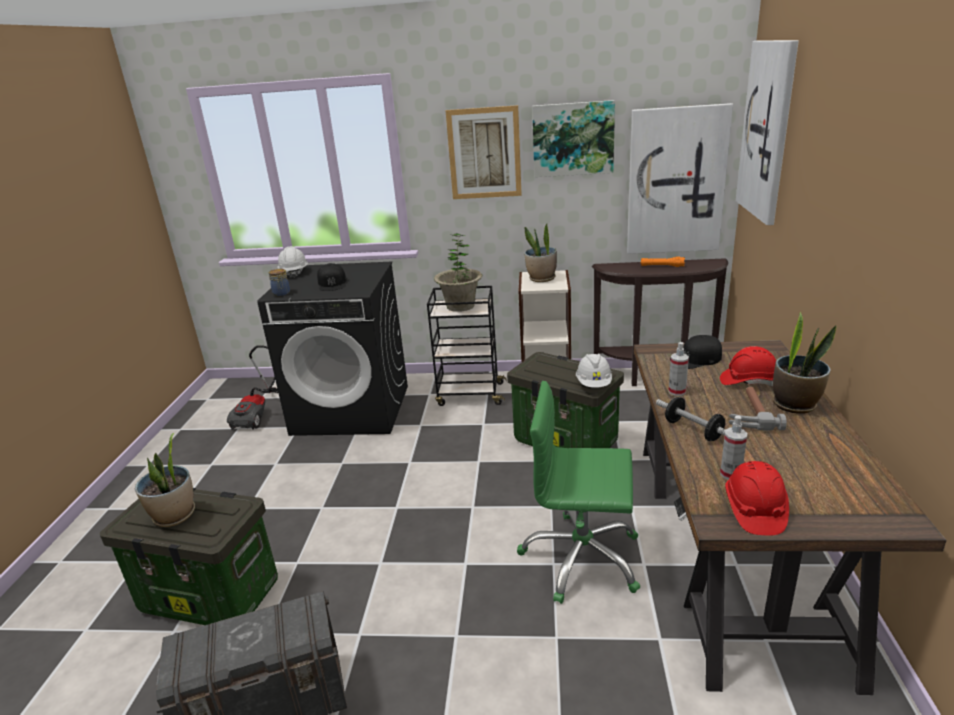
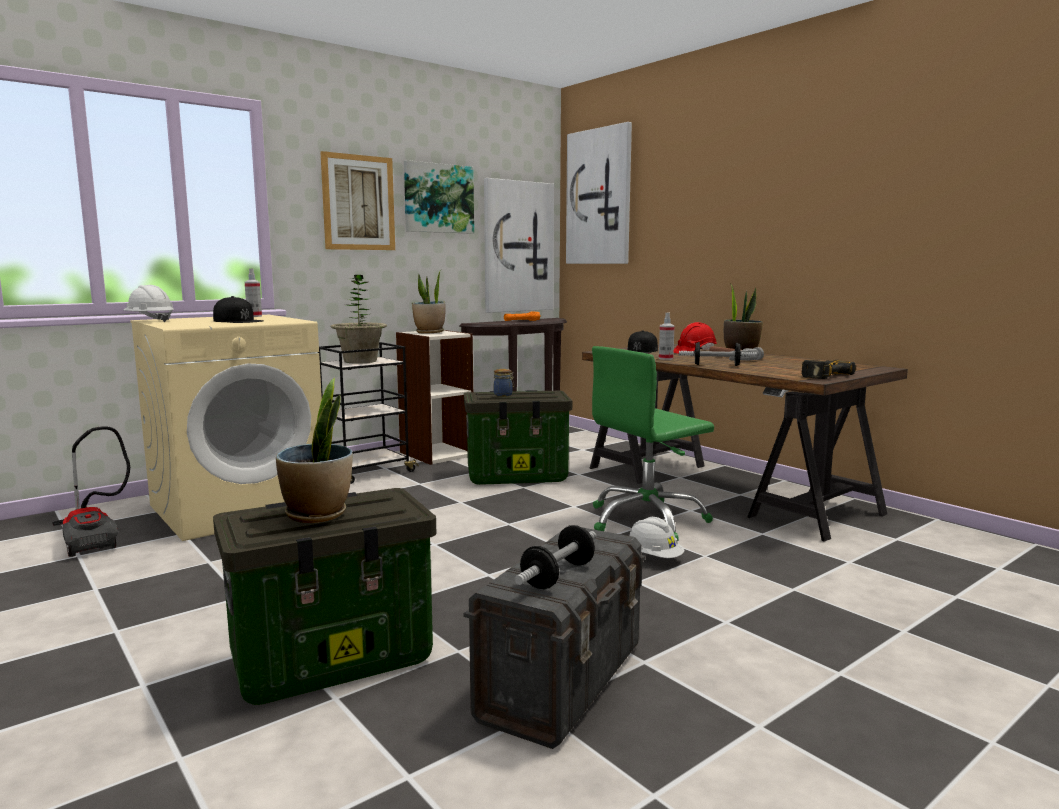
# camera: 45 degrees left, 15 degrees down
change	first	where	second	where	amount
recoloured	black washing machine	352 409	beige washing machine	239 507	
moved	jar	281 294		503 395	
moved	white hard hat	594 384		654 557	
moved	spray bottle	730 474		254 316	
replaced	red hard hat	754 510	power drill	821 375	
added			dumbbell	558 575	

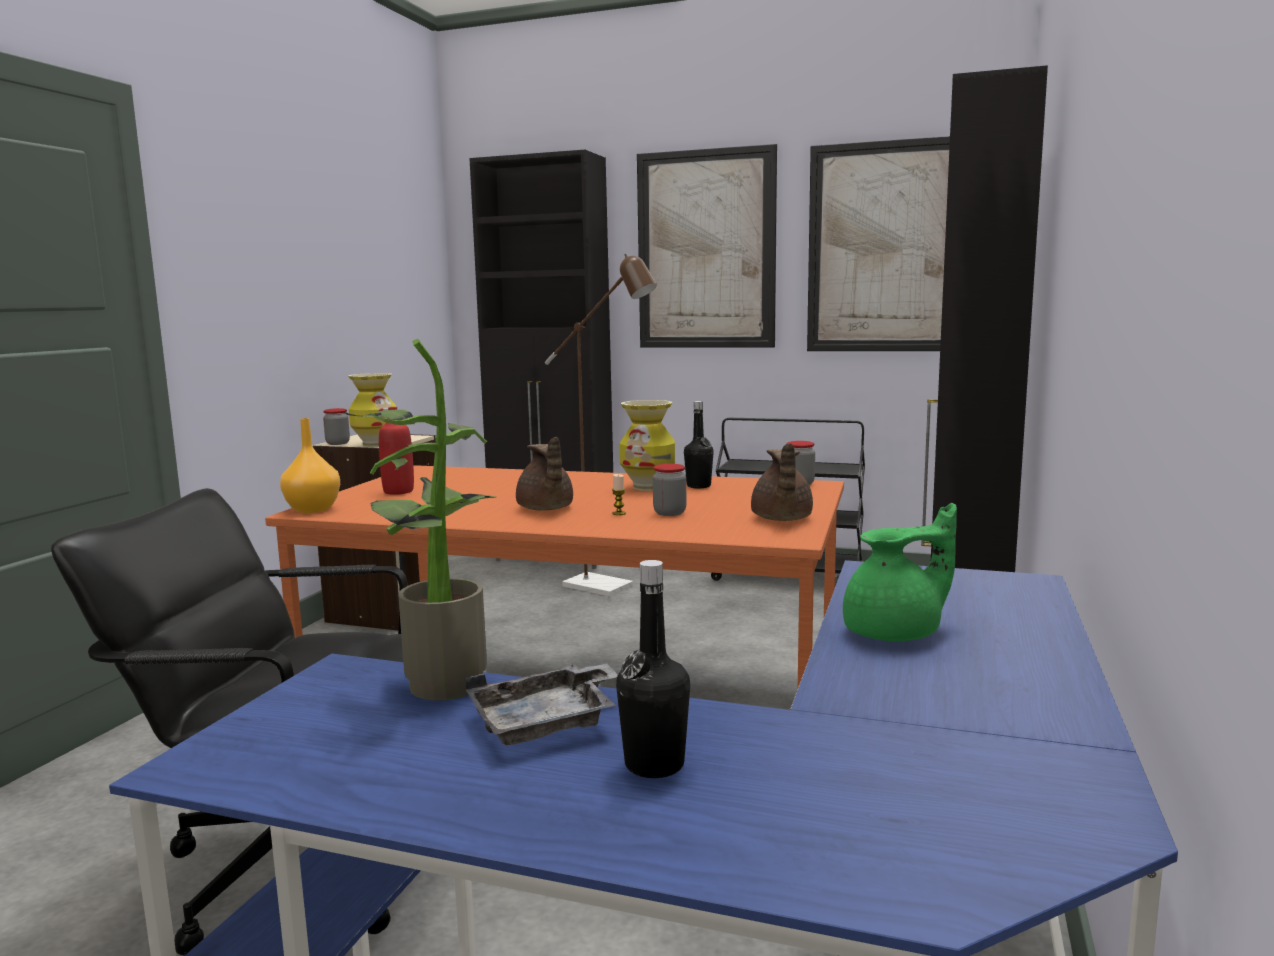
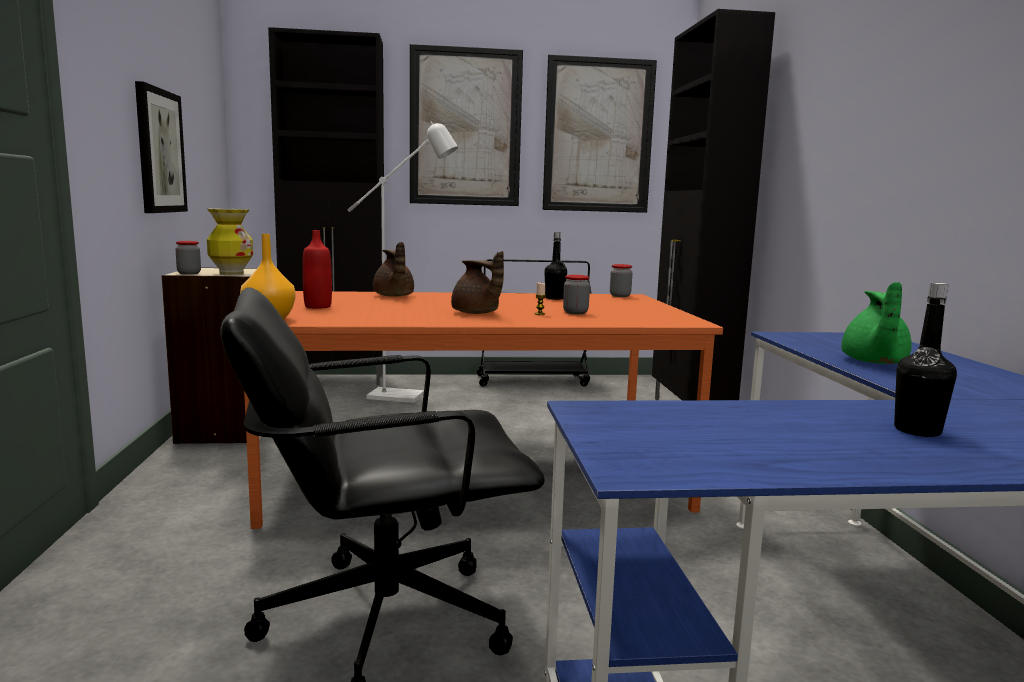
# camera: 25 degrees left, 0 degrees up
change	first	where	second	where	amount
removed	potted plant	438 681			
removed	grey tray	546 723			
recoloured	brown floor lamp	608 588	white floor lamp	405 397	
removed	vase	648 487			
moved	brown teapot	781 519		393 296	
turned	green teapot	896 633		873 362	150 degrees clockwise
added			picture	159 151	

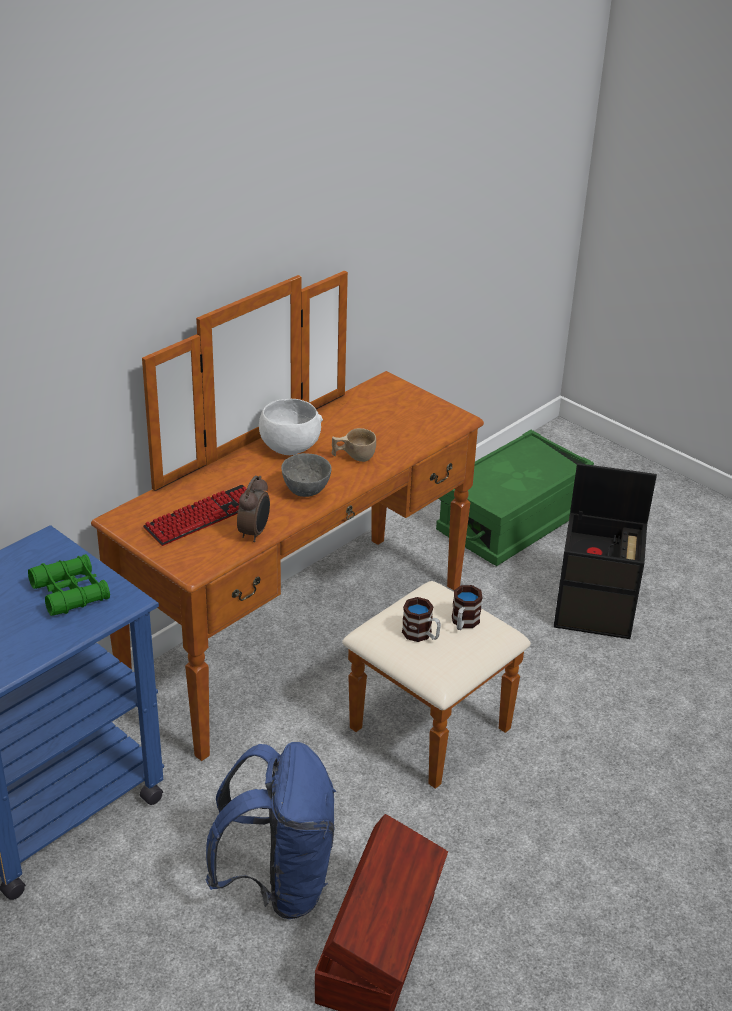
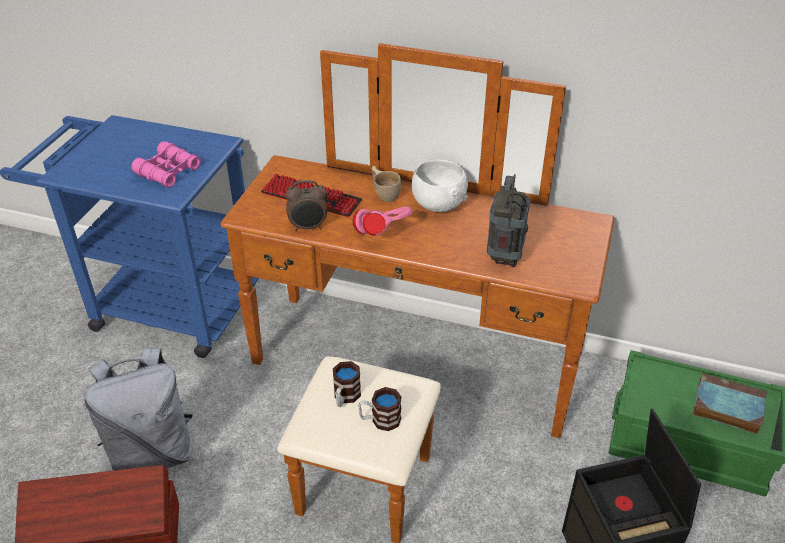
# camera: 65 degrees right, 5 degrees up
change	first	where	second	where	amount
recoloured	green binoculars	70 593	pink binoculars	168 171	
recoloured	blue backpack	278 883	grey backpack	153 453	
replaced	grey bowl	307 492	pink headphones	384 234	
moved	beige cup	353 456		384 193	
added			radio	504 257	
added			book	726 407	

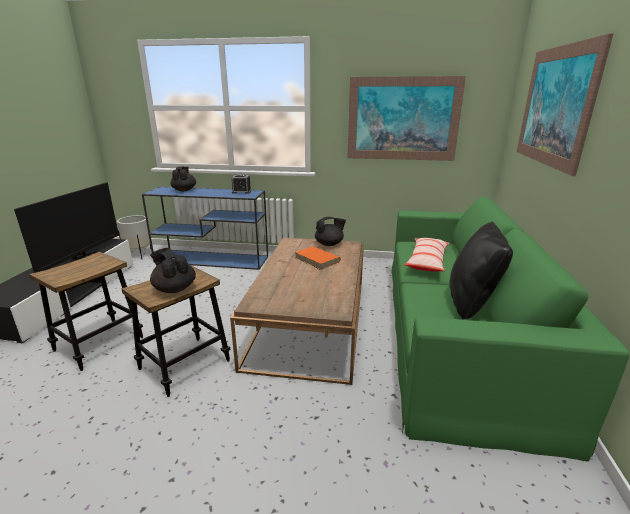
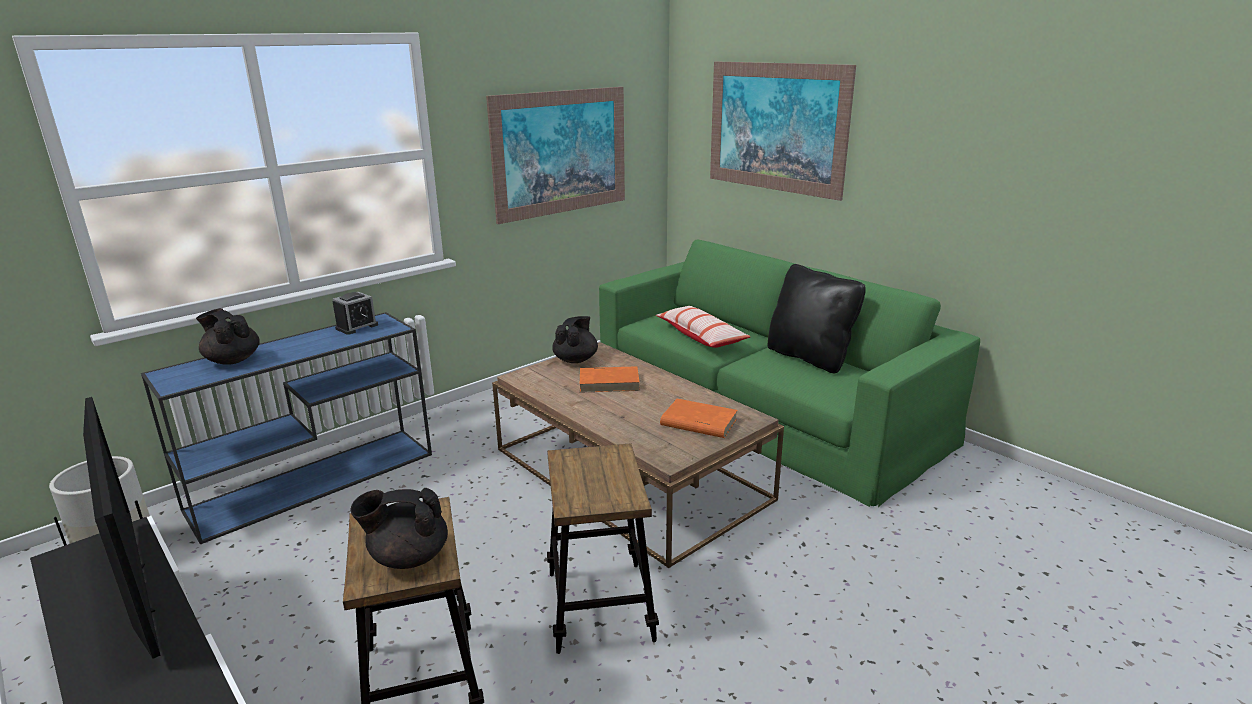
# camera: 50 degrees left, 0 degrees up
change	first	where	second	where	amount
moved	black teapot	174 289		408 557	
added			orange book	698 422	

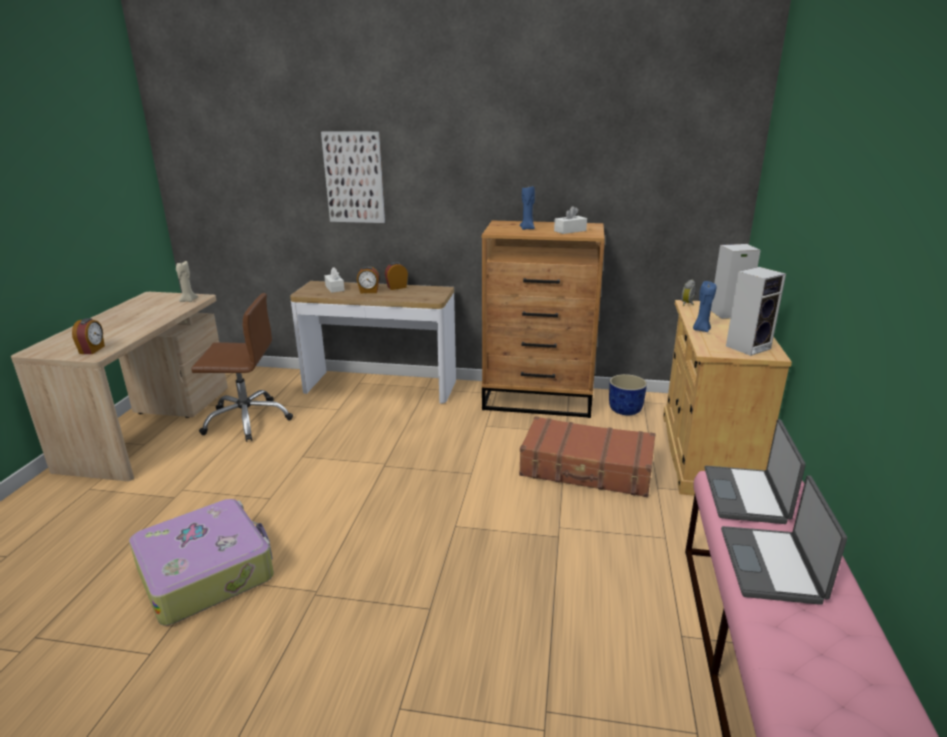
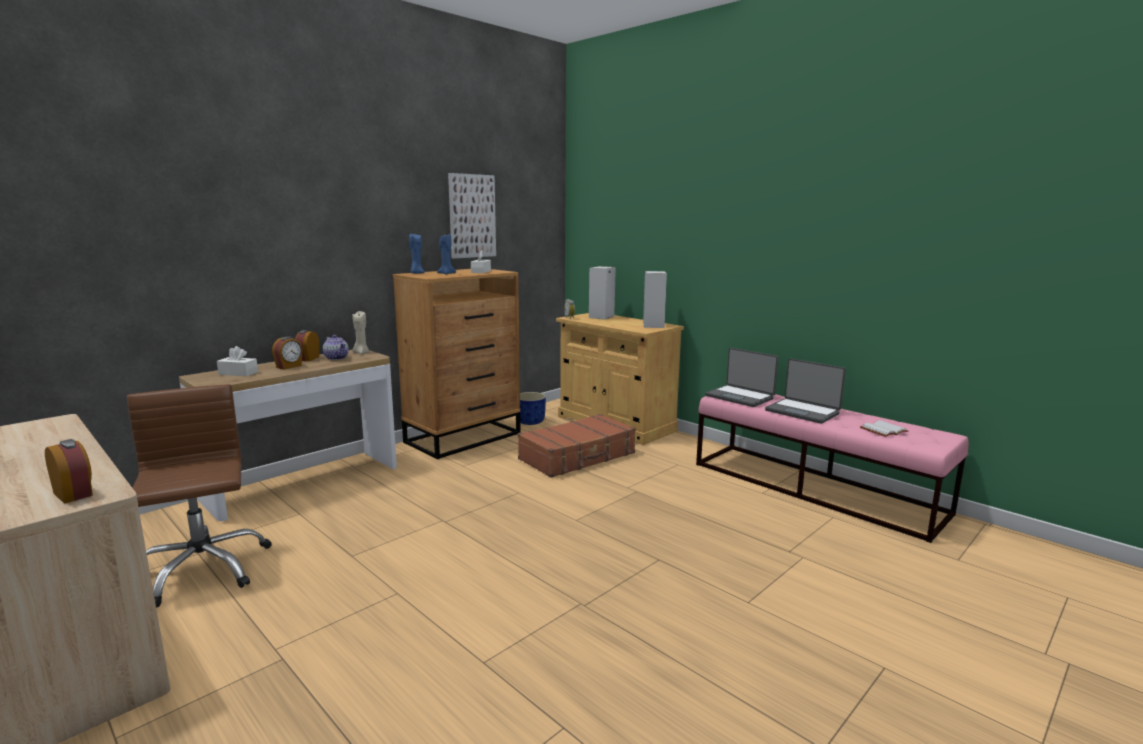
# camera: 55 degrees left, 10 degrees down
change	first	where	second	where	amount
removed	suitcase	207 571			
moved	beige candle	188 300		361 353	
turned	brown office chair	247 420		202 569	60 degrees counterclockwise
moved	picture	354 177		472 216	
moved	blue candle	701 329		416 273	
added			teapot	337 358	
added			white book	884 431	

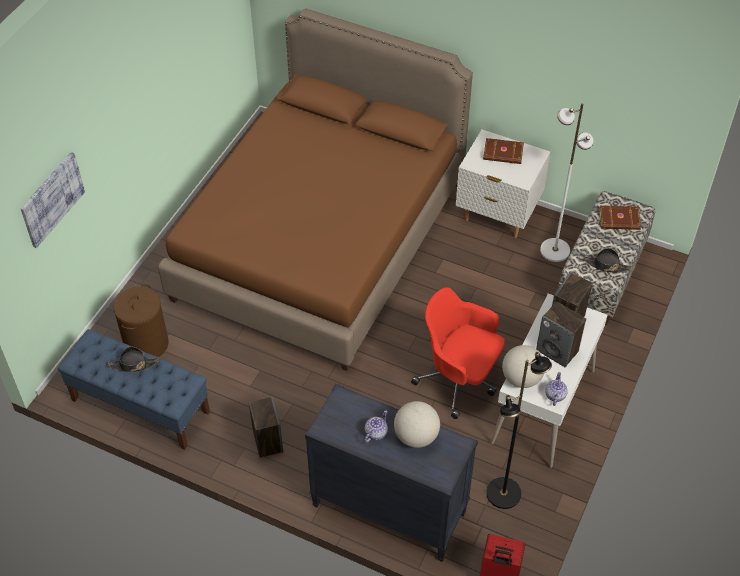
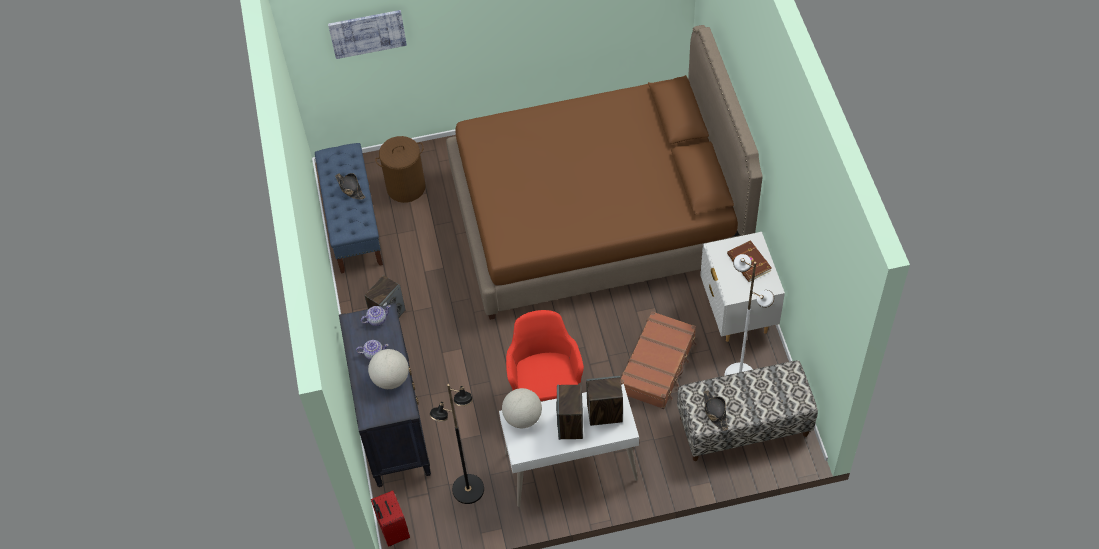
# camera: 55 degrees right, 5 degrees up
change	first	where	second	where	amount
moved	teapot	555 395		376 319	
removed	brown book	619 220			
added			brown suitcase	658 365	

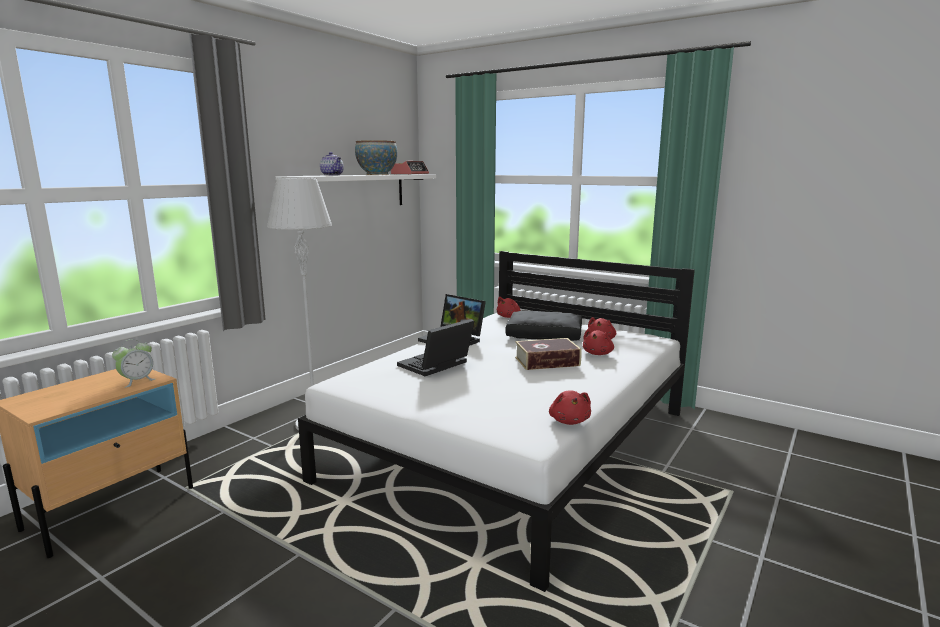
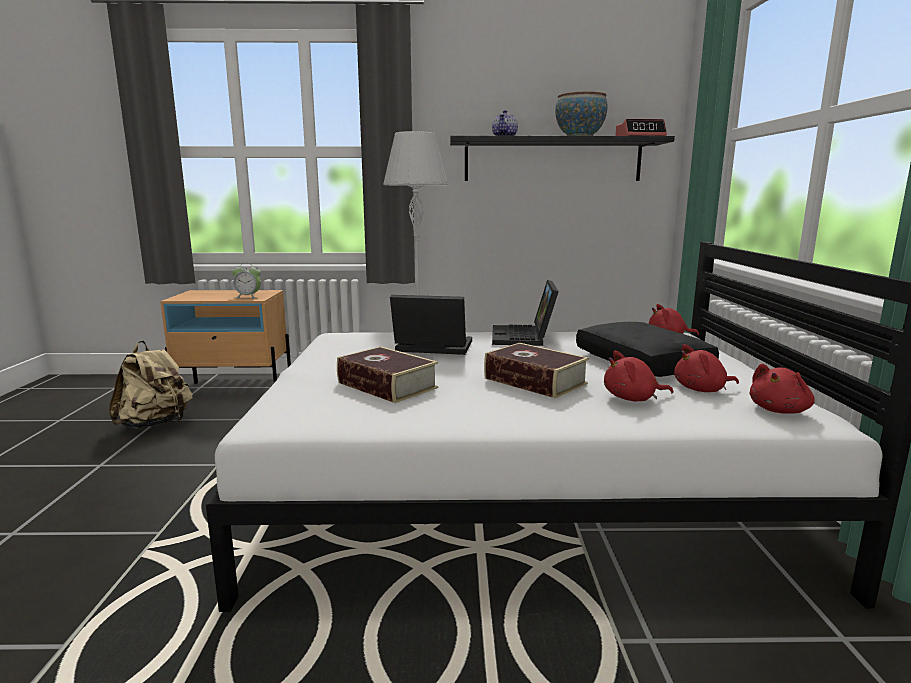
# camera: 55 degrees right, 0 degrees up
change	first	where	second	where	amount
recoloured	white shelf	350 192	black shelf	552 160	
moved	red plush toy	569 421		779 410	
added			beige backpack	156 424	
added			book	387 385	

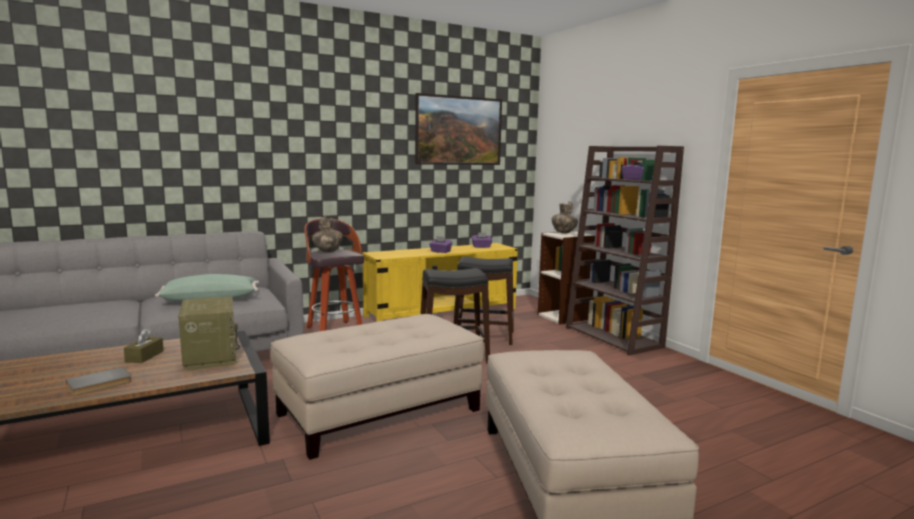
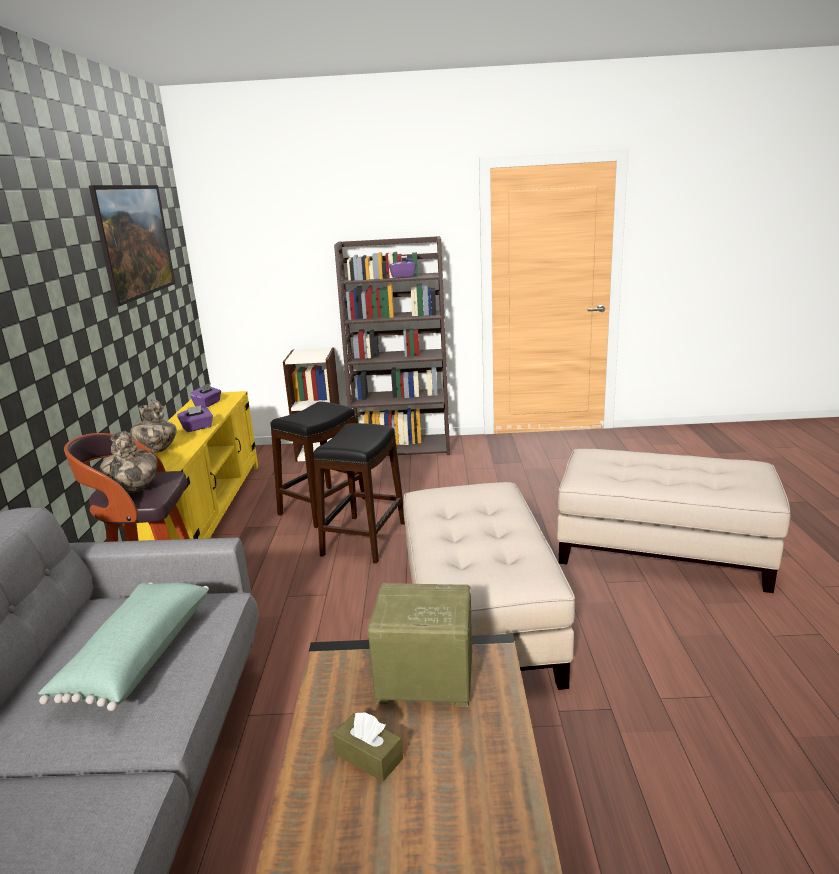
# camera: 60 degrees left, 10 degrees up
change	first	where	second	where	amount
removed	grey book	100 384			
moved	vase	563 233		157 450	

